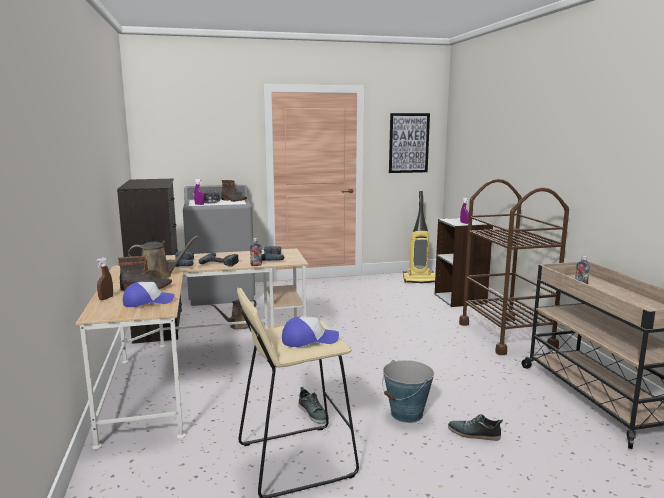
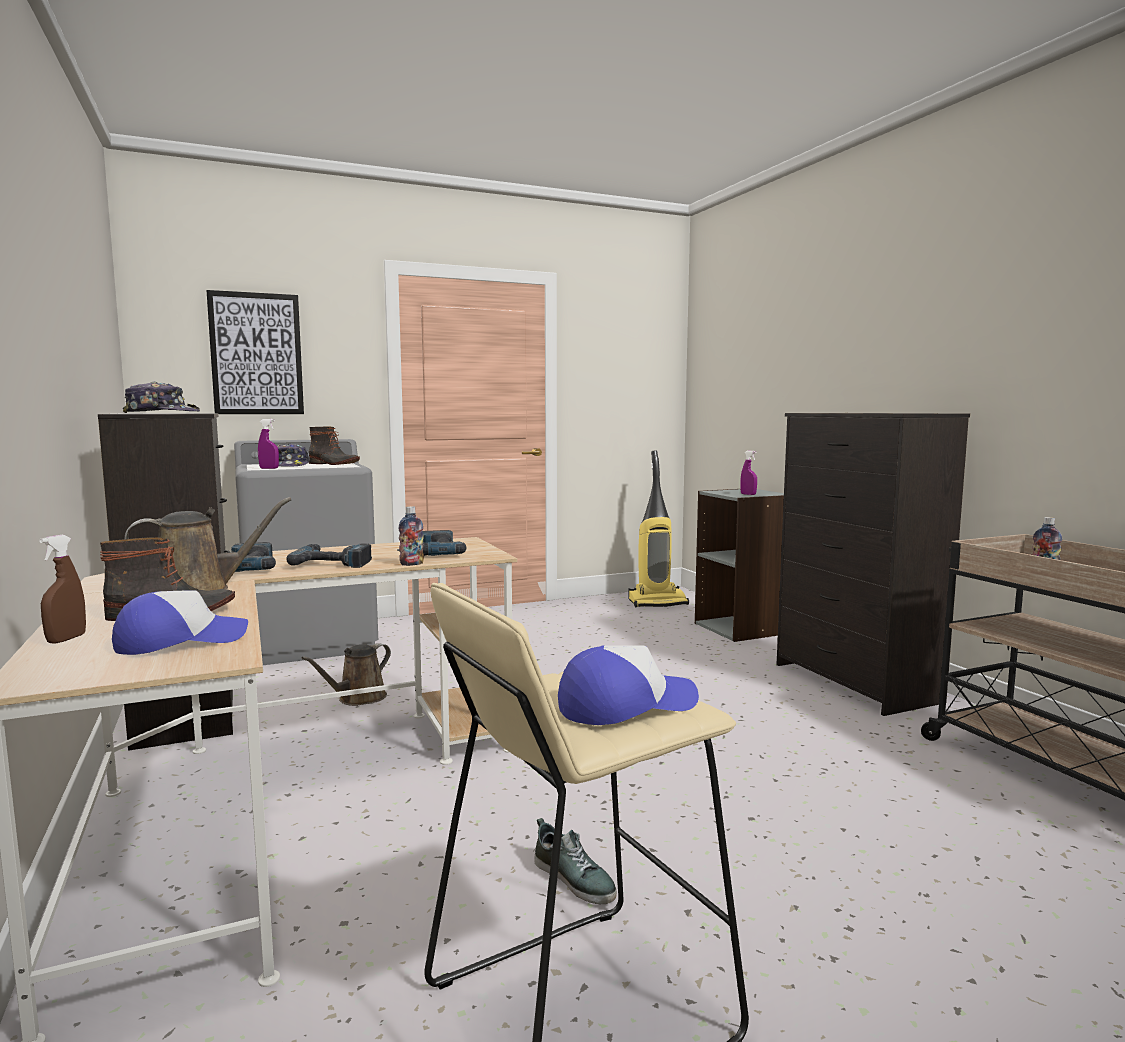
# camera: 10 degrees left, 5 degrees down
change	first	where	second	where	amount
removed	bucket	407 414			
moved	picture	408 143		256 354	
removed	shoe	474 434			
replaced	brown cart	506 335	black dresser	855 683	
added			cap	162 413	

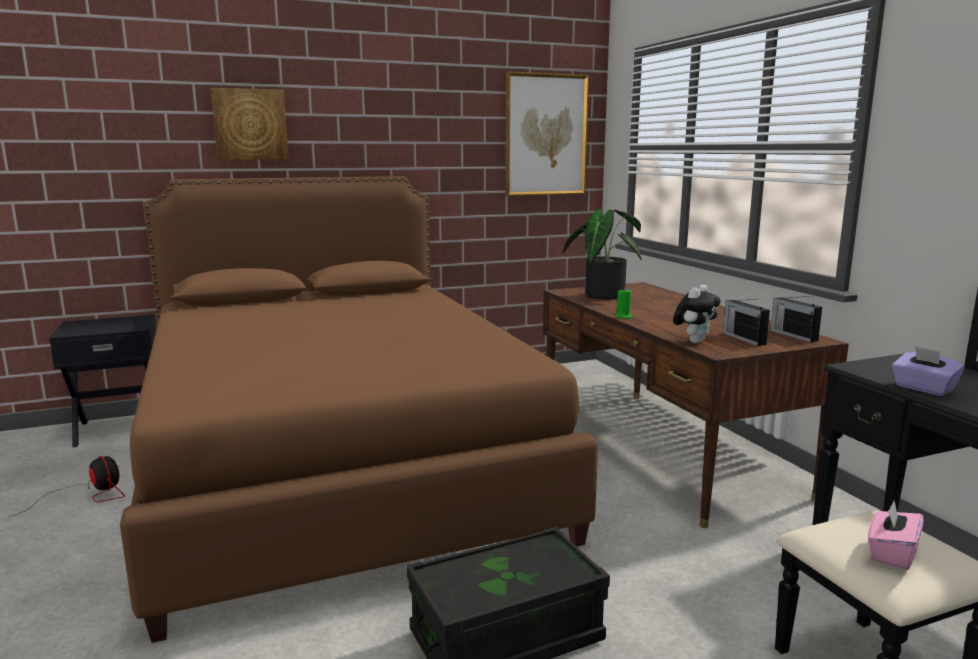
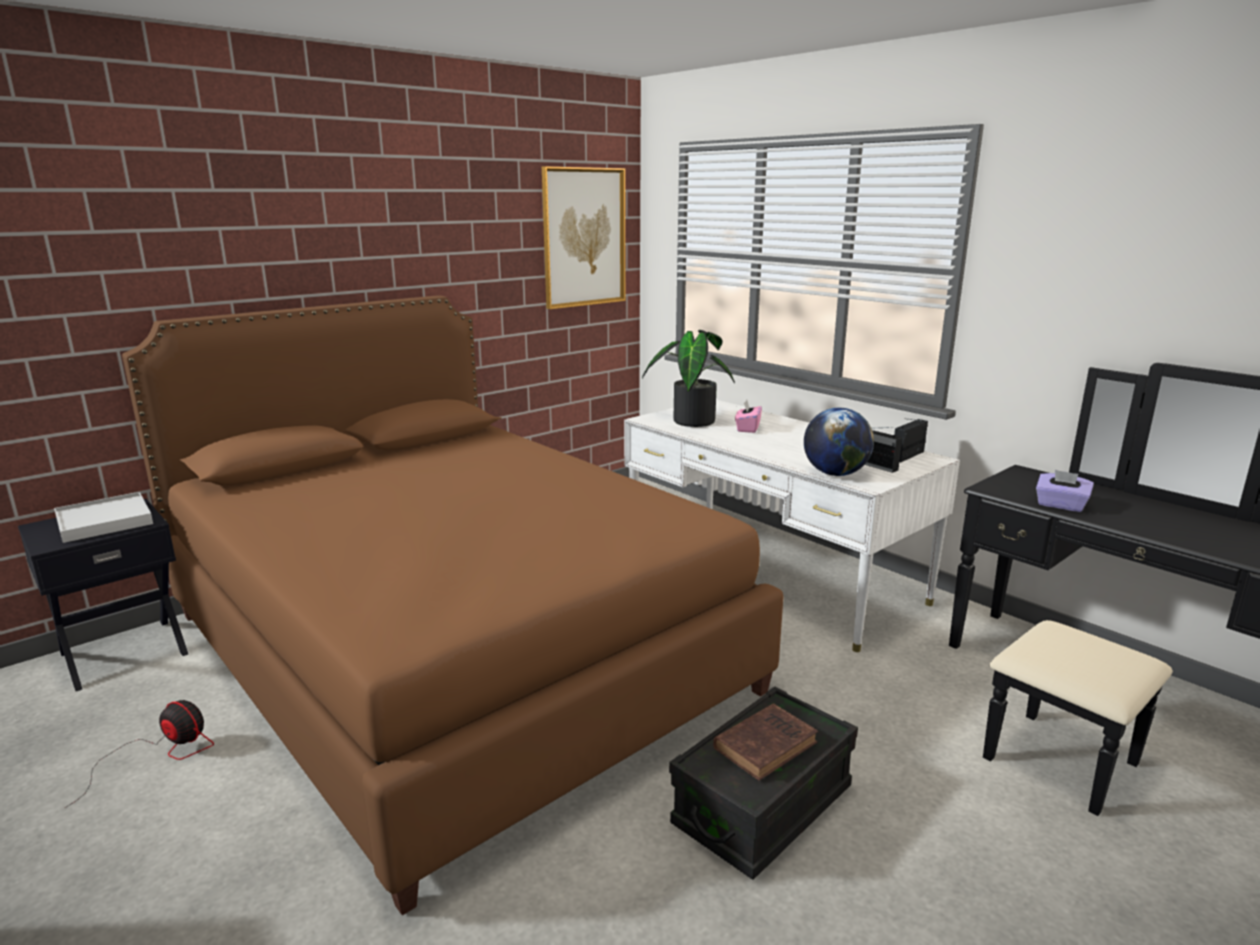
# camera: 20 degrees left, 5 degrees up
change	first	where	second	where	amount
removed	picture	250 124			
recoloured	brown desk	663 448	white desk	770 573	
removed	green candle	623 317			
replaced	plush toy	694 341	globe	835 474	
turned	radio	792 335		908 455	90 degrees clockwise
moved	pink tissue box	891 553		747 428	
added			white tray	105 521	
added			brown book	767 744	

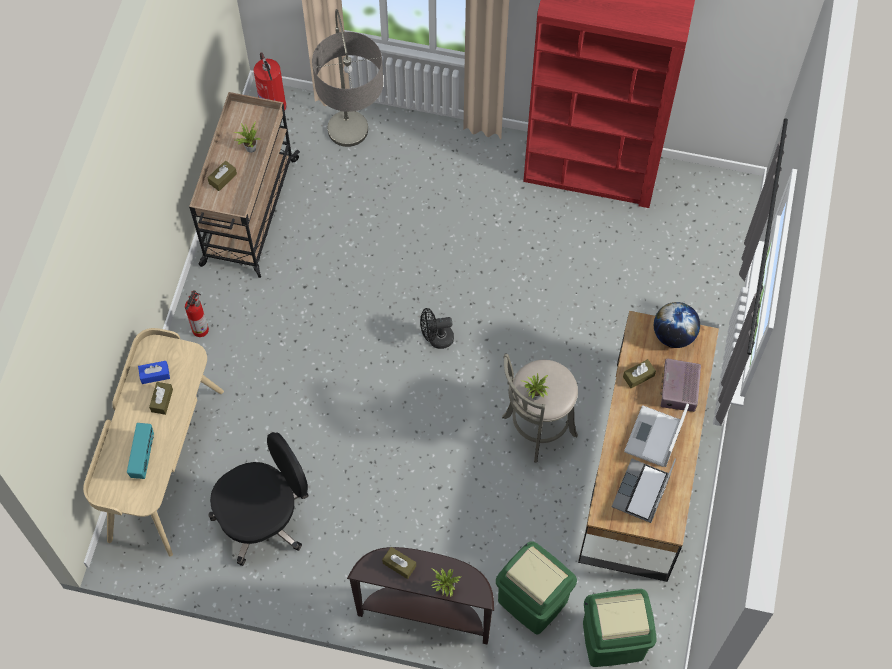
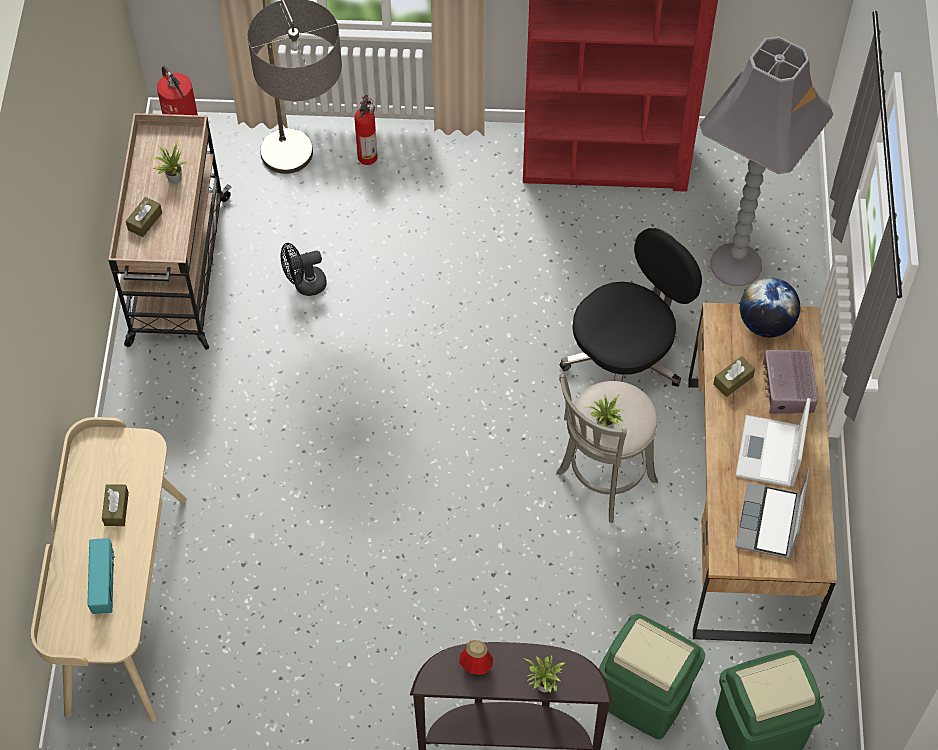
# camera: 10 degrees left, 5 degrees down
change	first	where	second	where	amount
removed	blue tissue box	155 375			
moved	fire extinguisher	201 328		368 155	
moved	black office chair	264 518		625 358	
replaced	brown tissue box	399 564	bottle	476 665	
moved	black fan	436 338		304 285	
added			grey floor lamp	737 264	

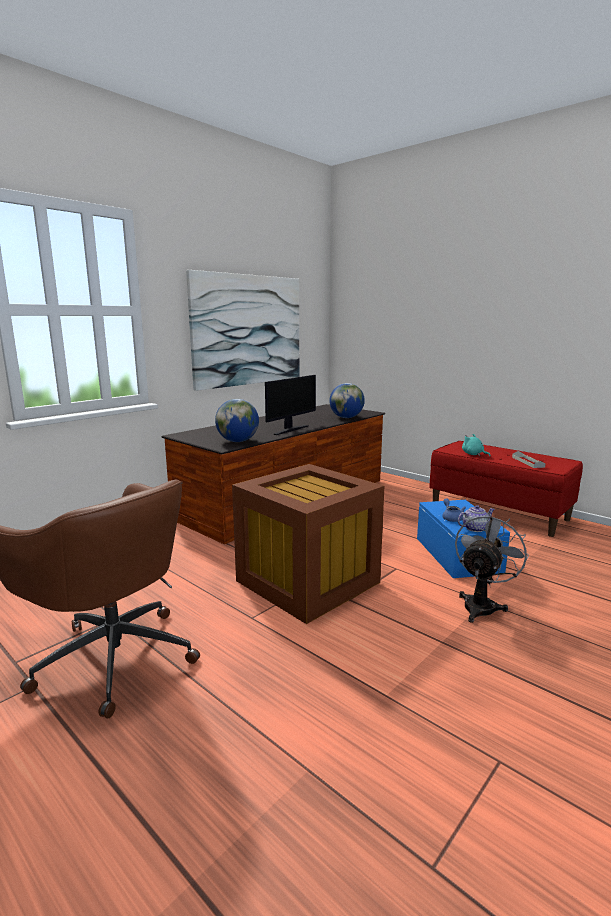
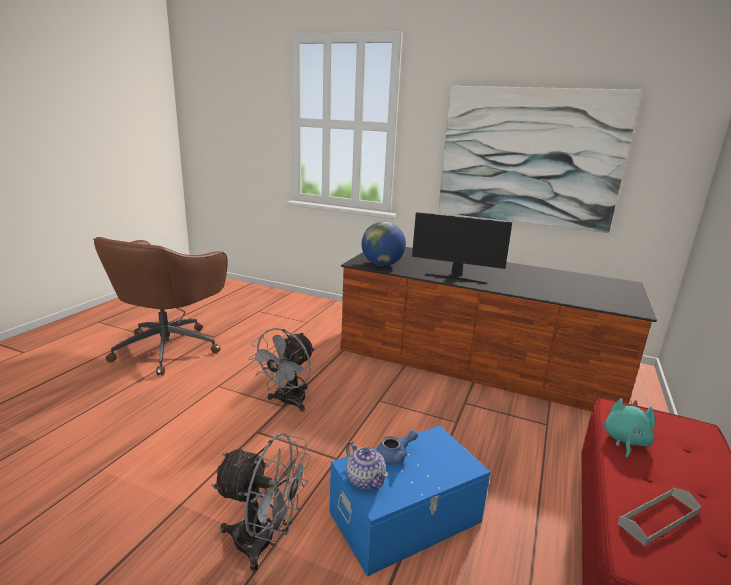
# camera: 70 degrees right, 5 degrees up
change	first	where	second	where	amount
replaced	brown storage box	307 580	grey fan	287 402	
removed	globe	346 417			

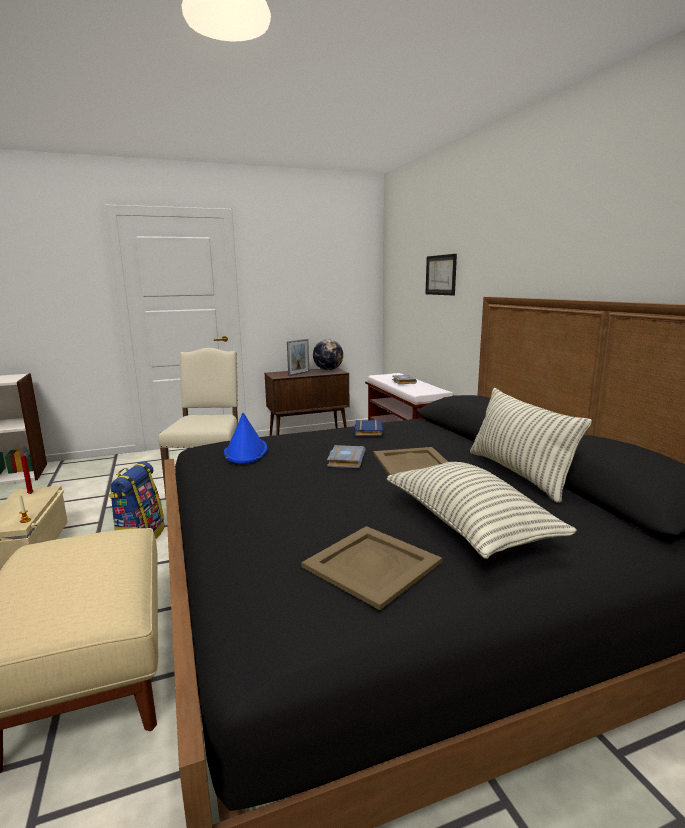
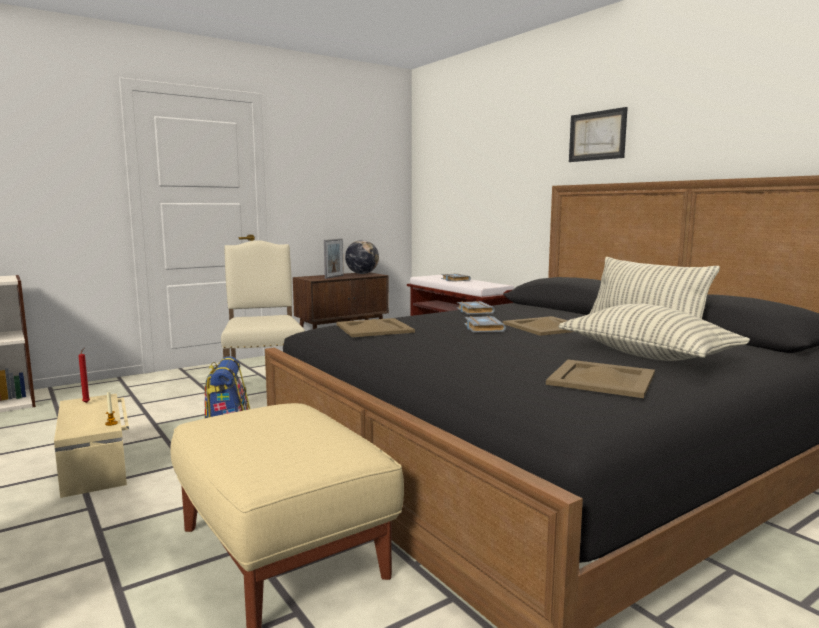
# camera: 15 degrees left, 5 degrees down
change	first	where	second	where	amount
replaced	blue hat	246 452	beige tray	373 328	
recoloured	blue book	367 431	grey book	473 311	
moved	picture	441 275		597 136	

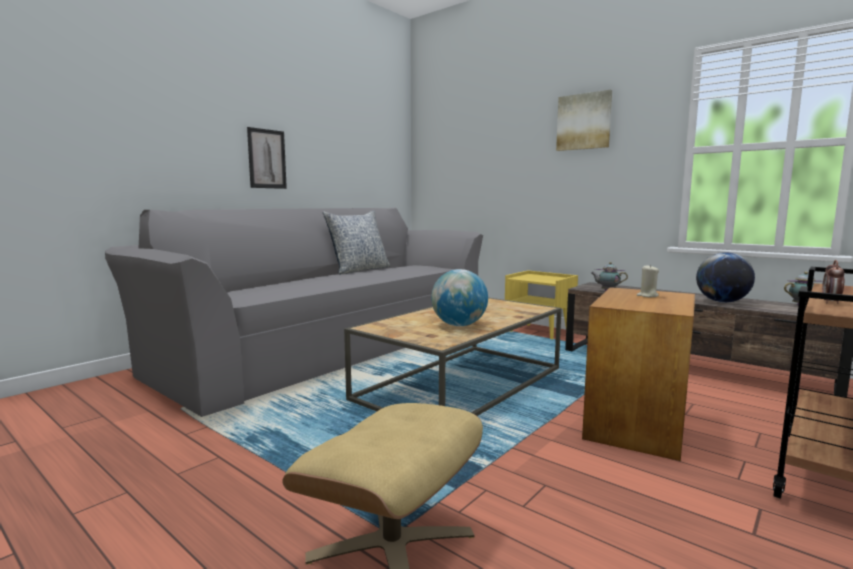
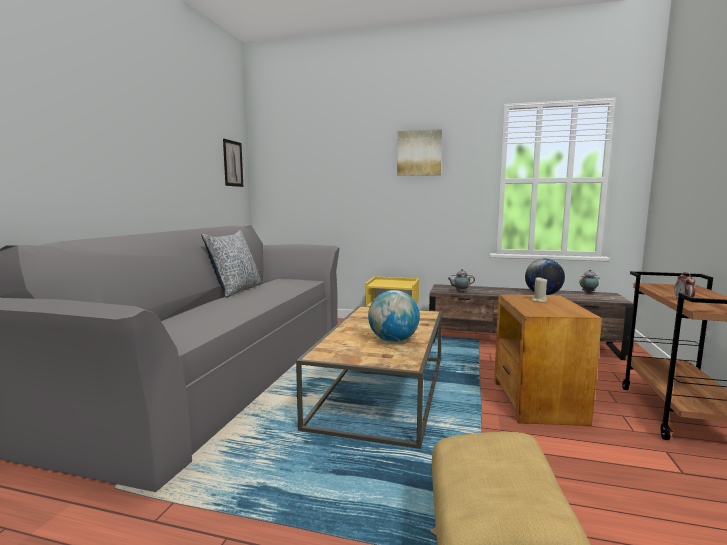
# camera: 25 degrees left, 0 degrees up
change	first	where	second	where	amount
moved	picture	267 159		233 163	

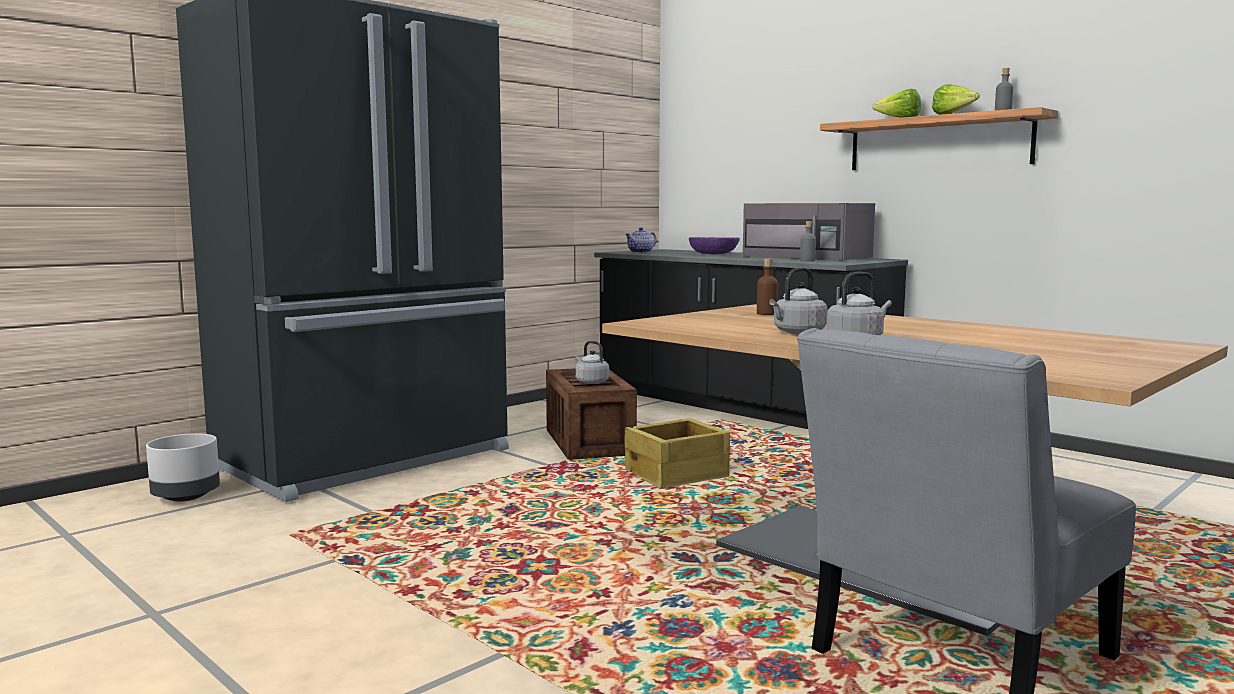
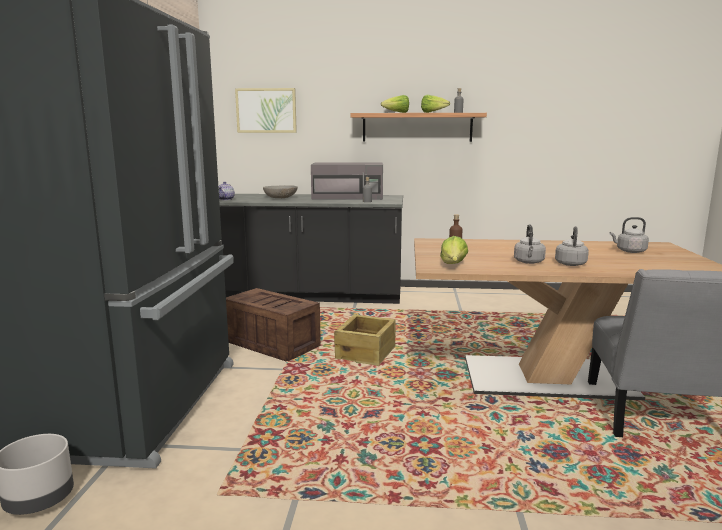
# camera: 40 degrees left, 5 degrees up
change	first	where	second	where	amount
moved	grey kettle	590 382		629 251	
recoloured	purple bowl	714 254	grey bowl	280 197	
added			picture	266 110	
added			lettuce	453 266	

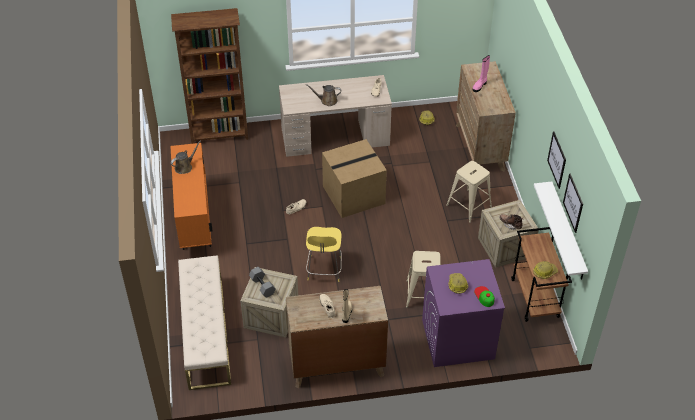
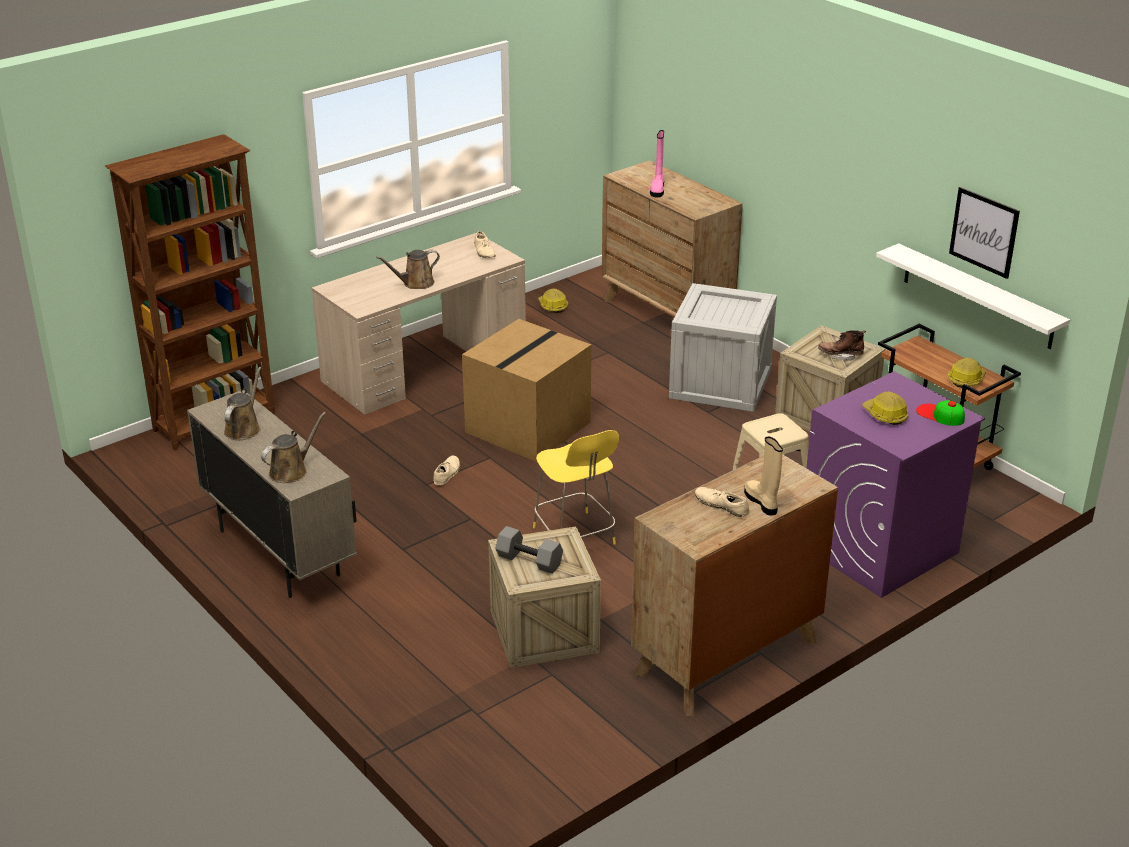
# camera: 30 degrees left, 15 degrees down
change	first	where	second	where	amount
recoloured	orange cabinet	195 223	beige cabinet	278 553	
removed	beige bench	205 332			
replaced	beige stool	468 205	crate	721 384	
removed	picture	557 160			
added			brown watering can	291 471	

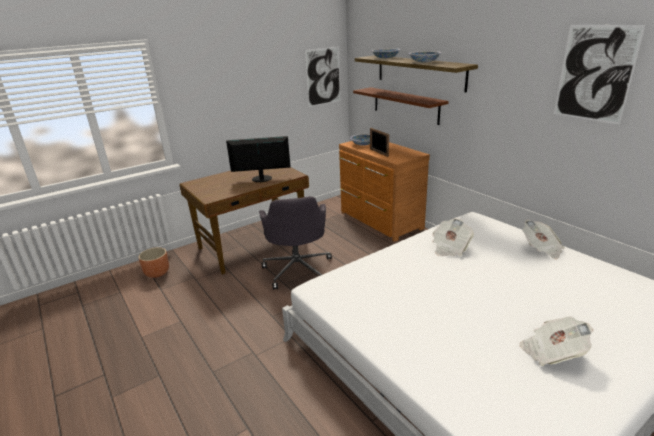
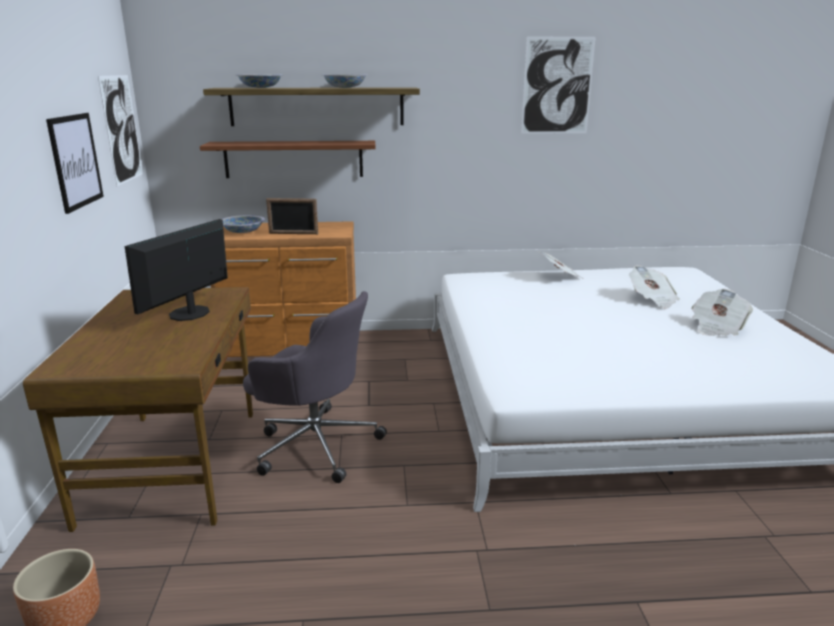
# camera: 60 degrees left, 5 degrees down
change	first	where	second	where	amount
moved	newspaper	450 248		652 300	
added			picture	75 161	

